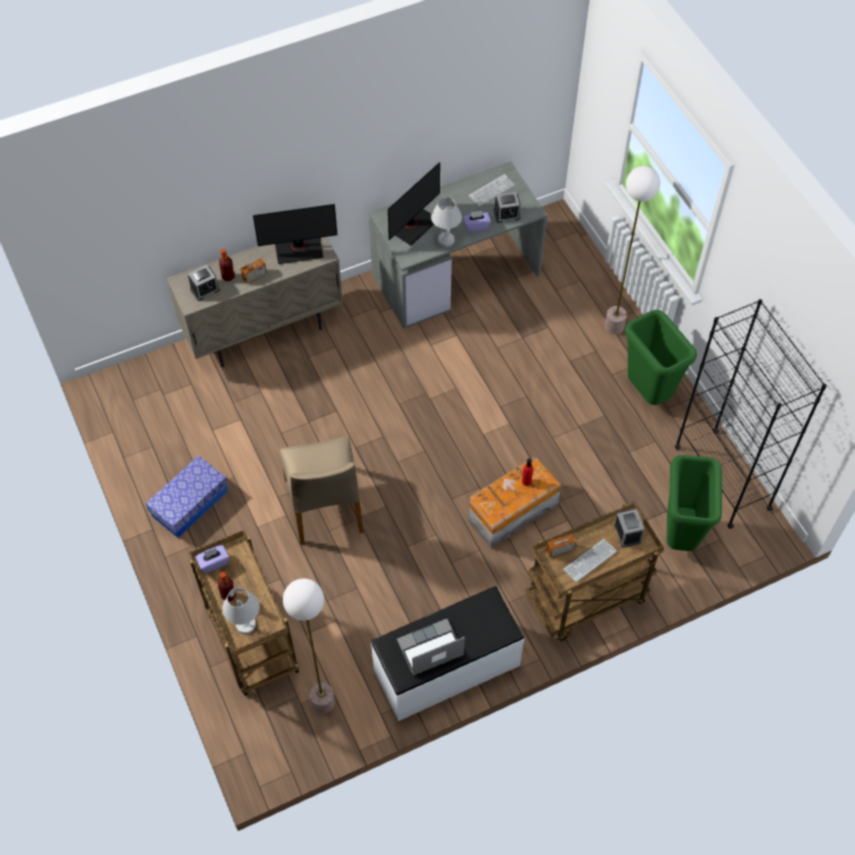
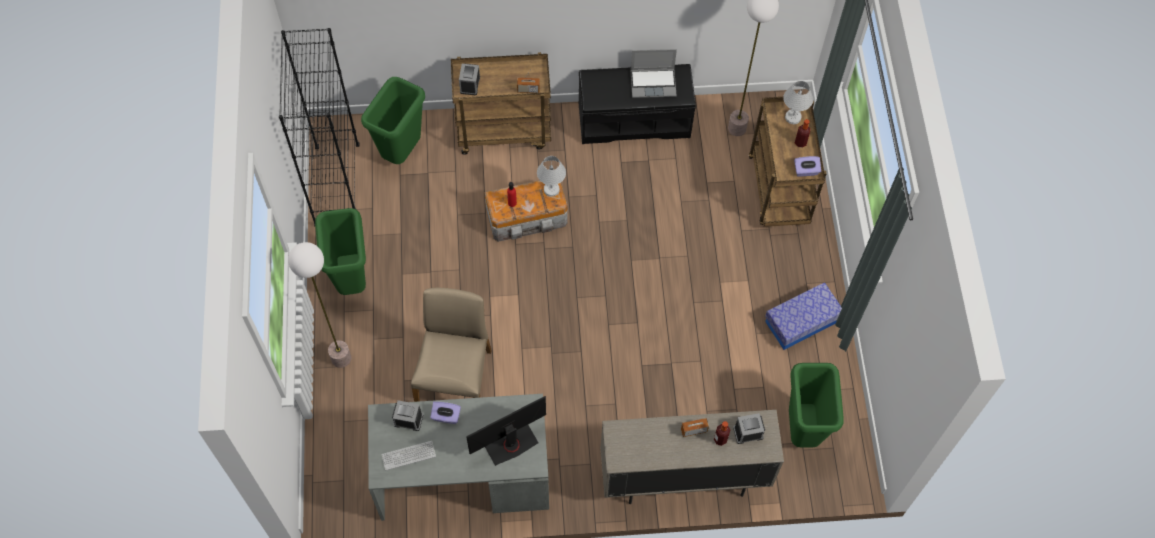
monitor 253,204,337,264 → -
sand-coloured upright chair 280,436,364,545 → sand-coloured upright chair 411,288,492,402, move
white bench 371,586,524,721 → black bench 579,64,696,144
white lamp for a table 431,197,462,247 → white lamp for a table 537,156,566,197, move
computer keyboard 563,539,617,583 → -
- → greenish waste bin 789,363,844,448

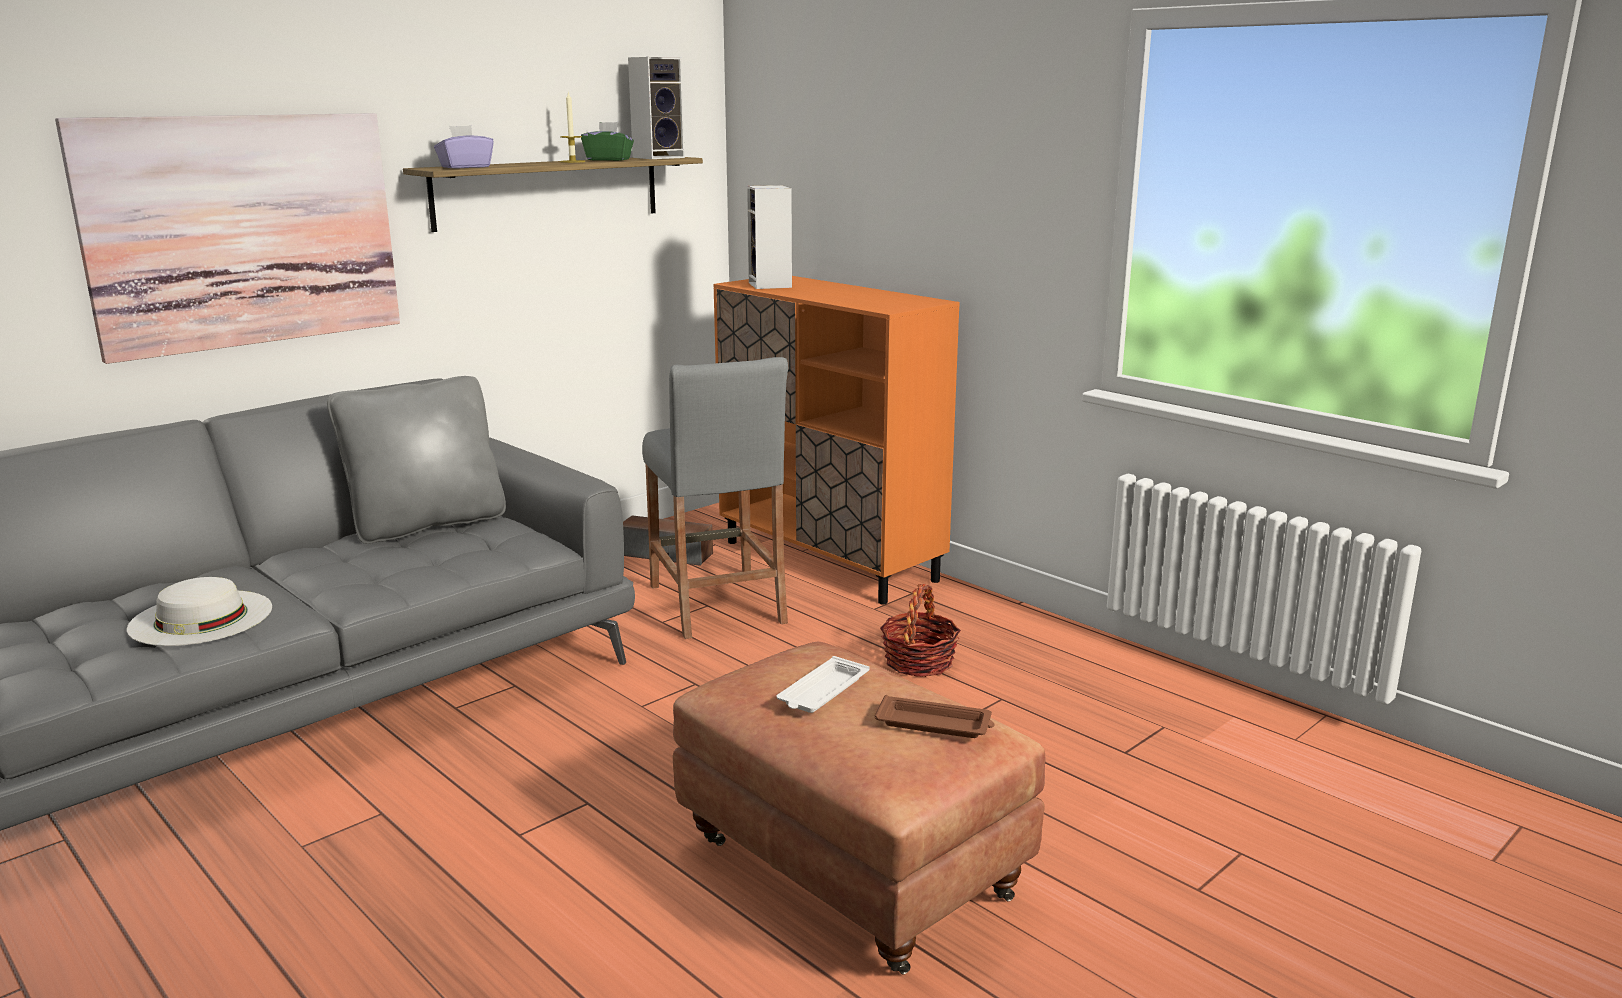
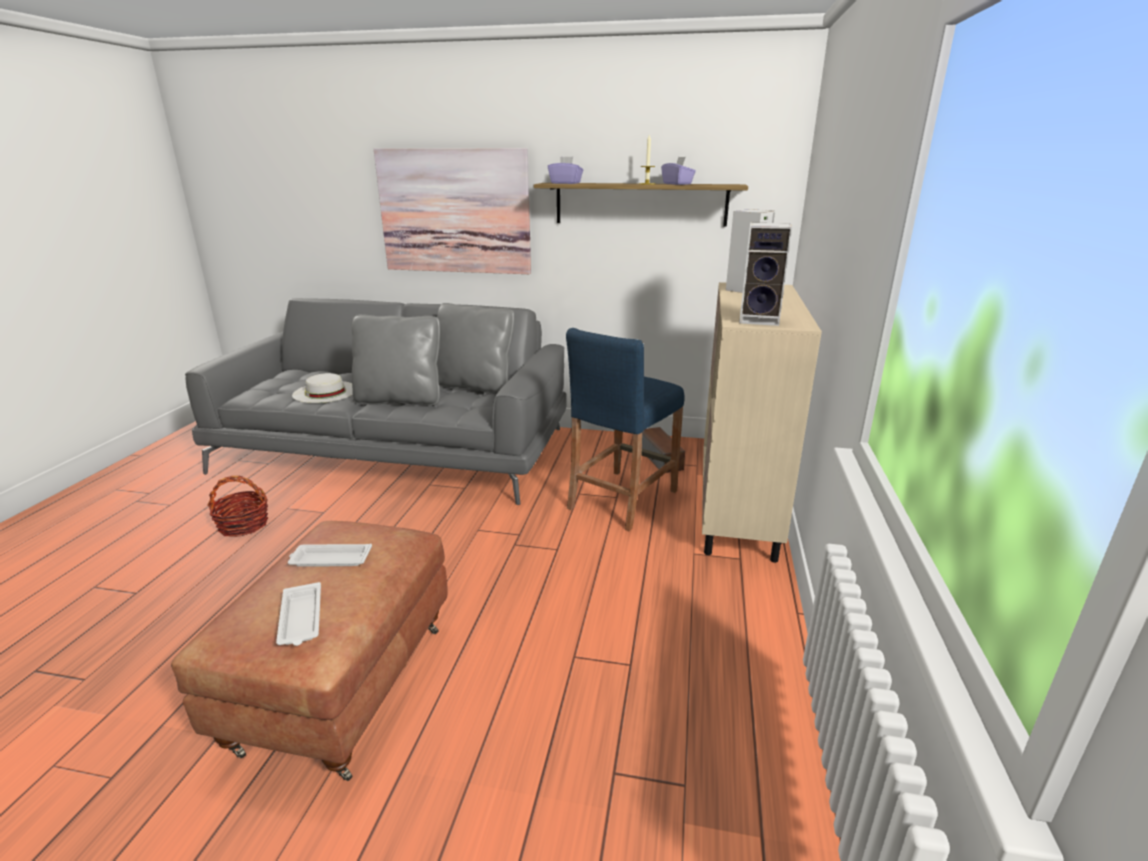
greenish tissue box 581,122,634,161 → purplish tissue box 661,157,696,185
loudspeaker 628,57,685,159 → loudspeaker 739,222,792,326, move
greyish stool seat 642,357,788,639 → blue-coloured stool seat 566,328,685,531
orange cabinet 713,276,960,605 → sand-coloured cabinet 702,282,822,563
brown tray 875,695,995,738 → white tray 276,582,321,646
household basket 880,584,961,677 → household basket 207,476,268,537, move
- → greyish throw pillow 352,314,440,406

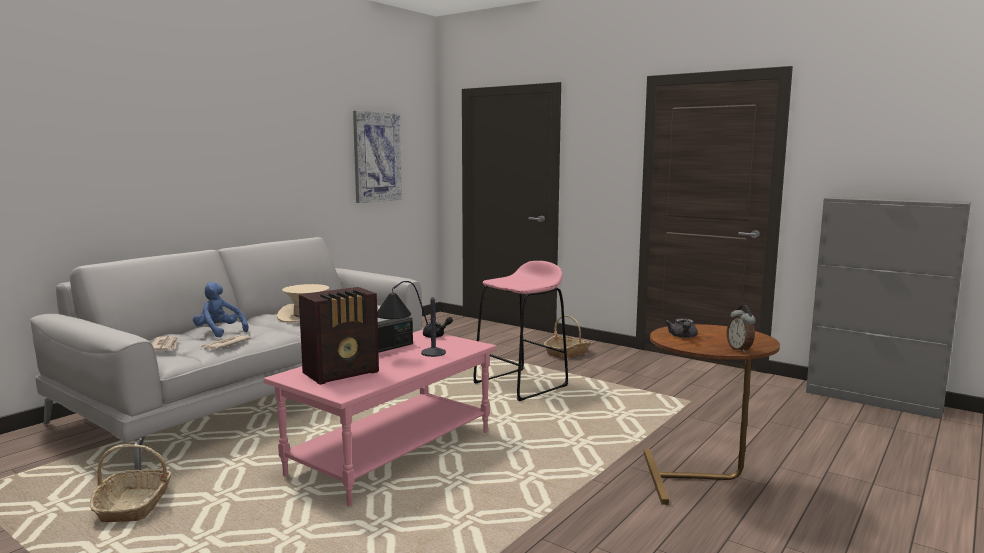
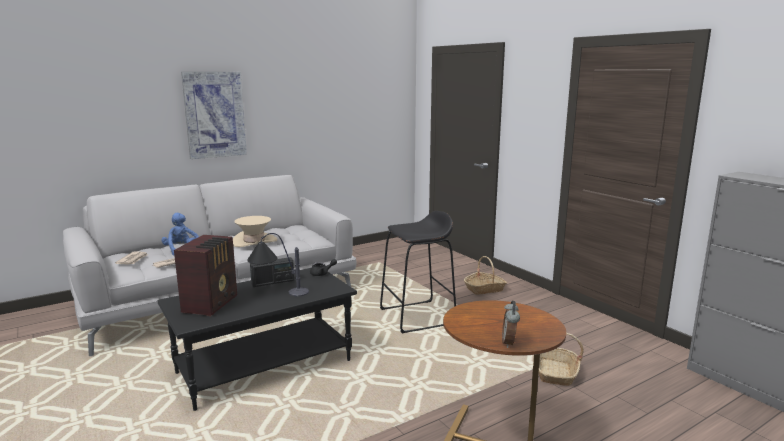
household basket 90,444,171,522 → household basket 539,333,584,386, move
pink-coloured lounge table 264,330,496,506 → black lounge table 157,268,357,411
radio 299,287,379,385 → radio 174,235,237,316, 60 degrees counterclockwise
wall art 353,111,402,203 → wall art 181,72,247,159, move
pink-coloured stool seat 473,261,568,401 → black stool seat 380,211,456,333
greyish tea pot 665,318,698,338 → -

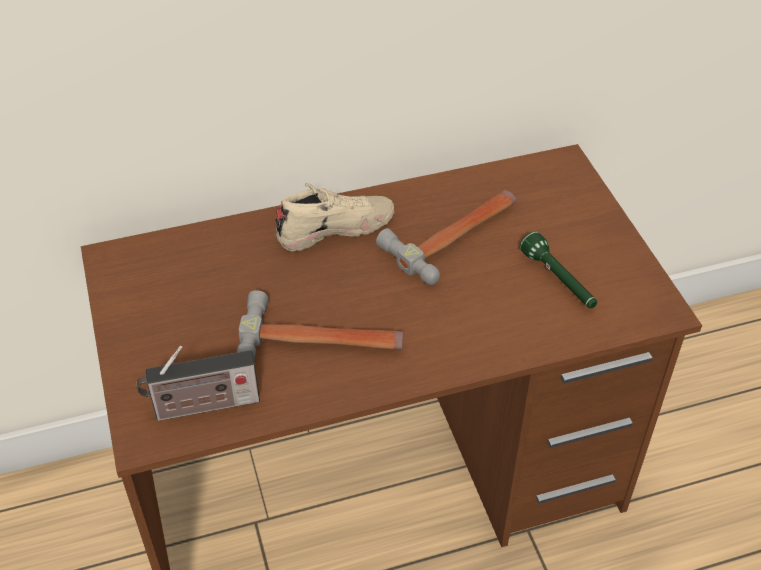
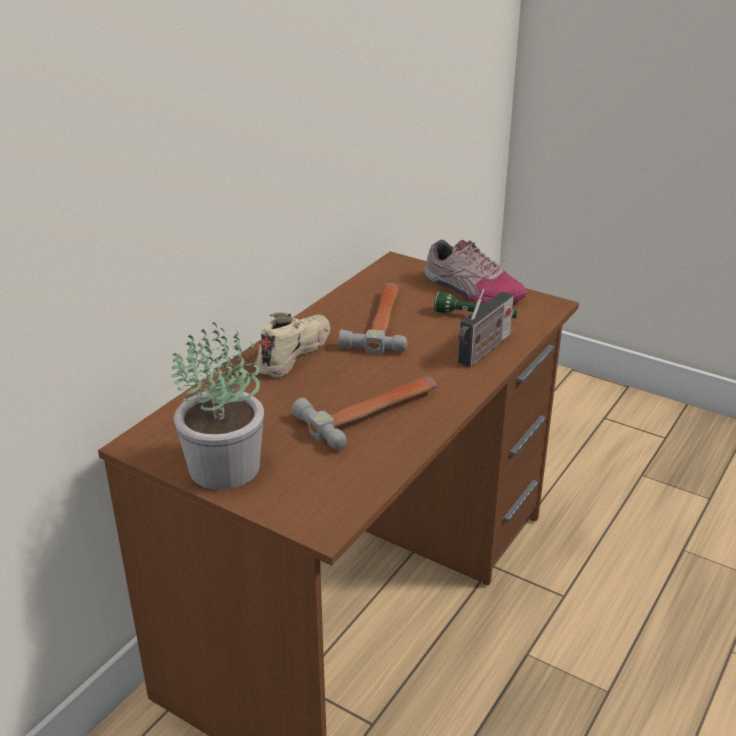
radio 136,346,260,421 → radio 458,289,514,367, move
- → potted plant 170,322,264,490
- → shoe 424,240,527,304

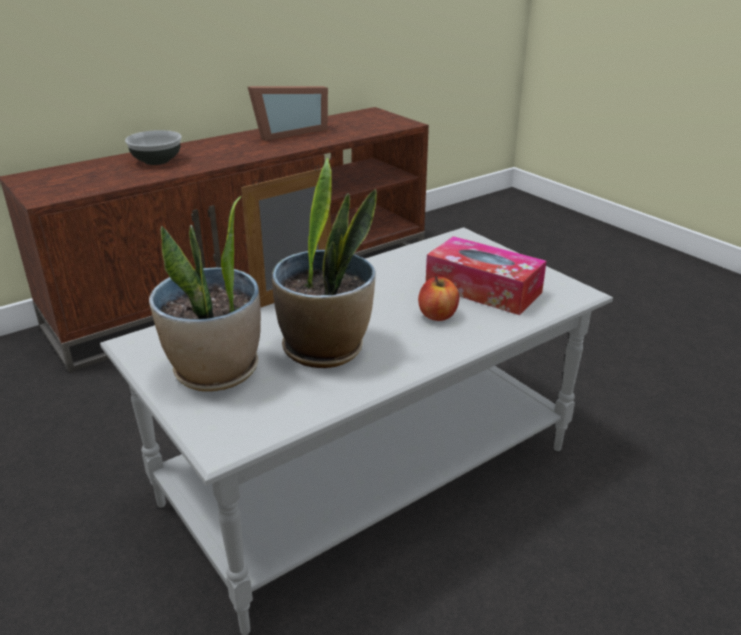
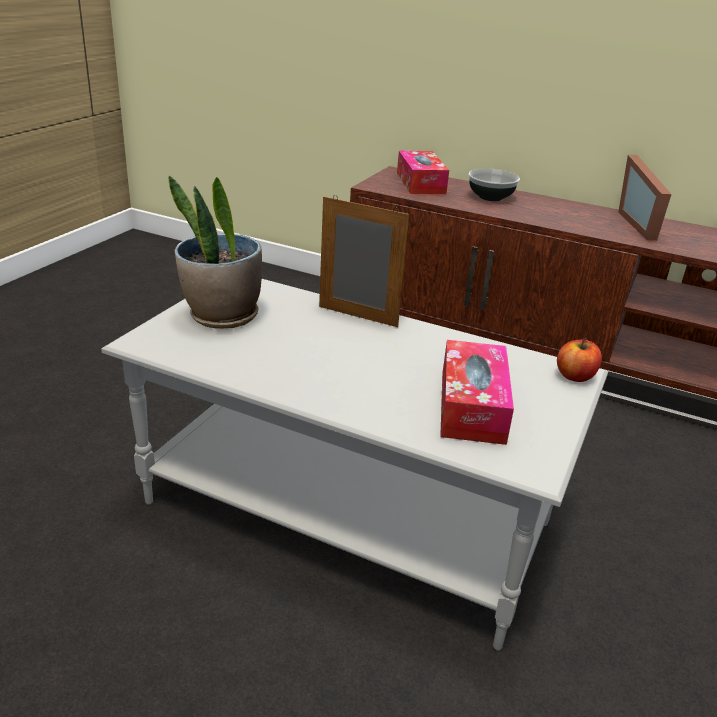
photo frame 247,86,328,141 → photo frame 618,154,672,241, 60 degrees clockwise
potted plant 272,158,377,368 → -
apple 418,276,459,321 → apple 557,338,602,382, move
- → tissue box 397,151,449,194

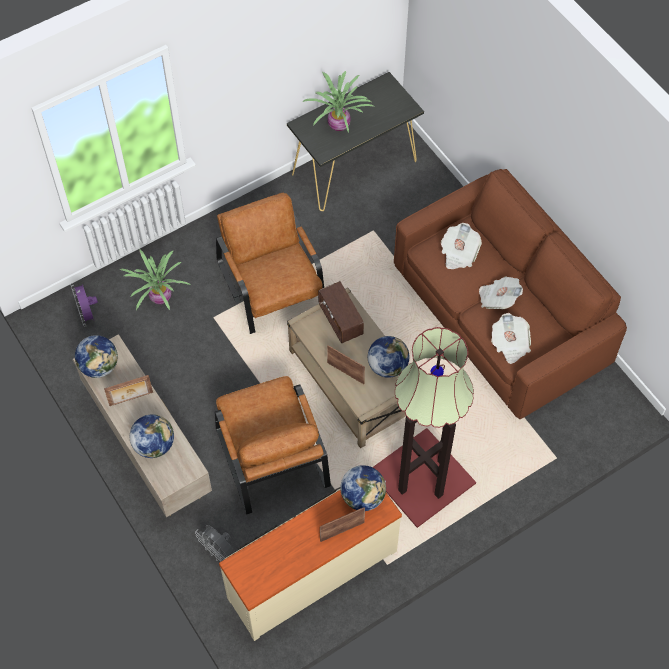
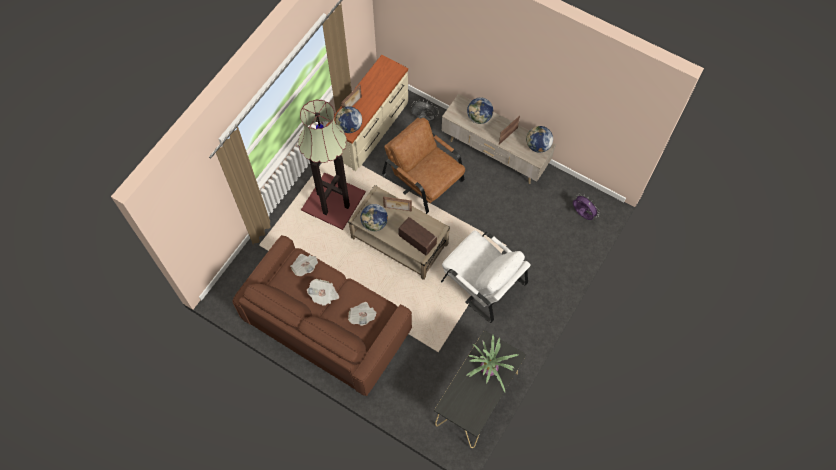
potted plant 119,249,191,310 → -
brown armchair 216,193,324,334 → white armchair 441,230,531,323

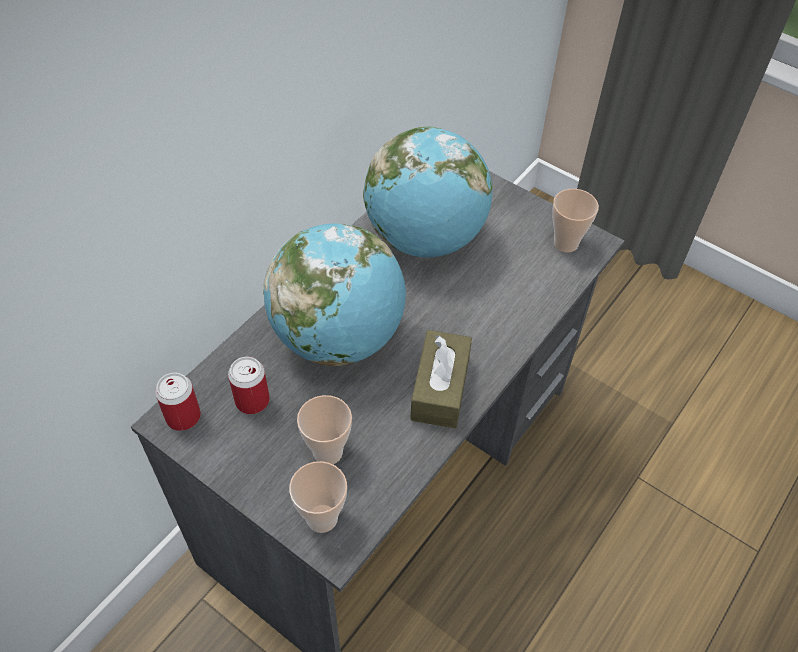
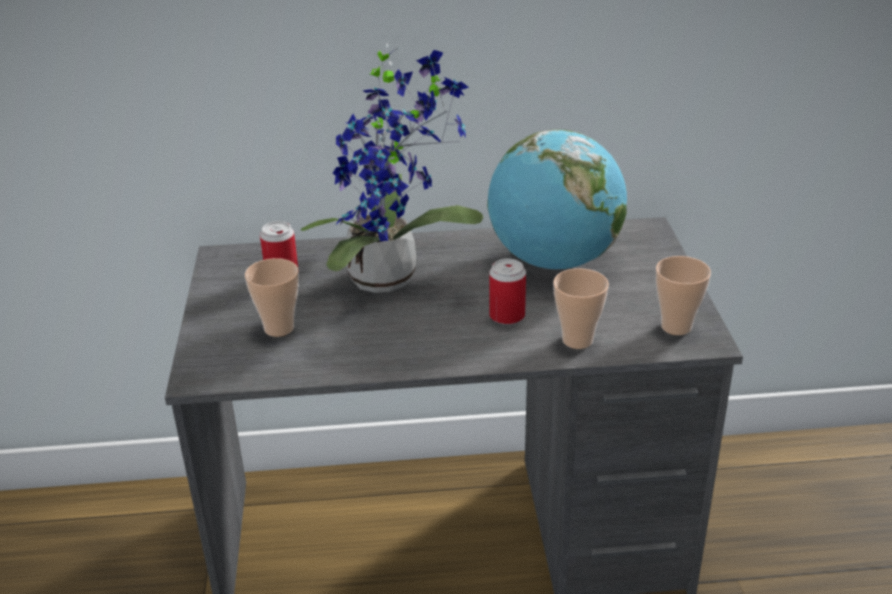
sealed can 155,373,201,431 → sealed can 489,259,526,325, move
globe 263,223,406,366 → potted plant 301,43,483,293
cup 289,461,347,533 → cup 553,268,609,349, move
brown tissue box 410,330,472,429 → -

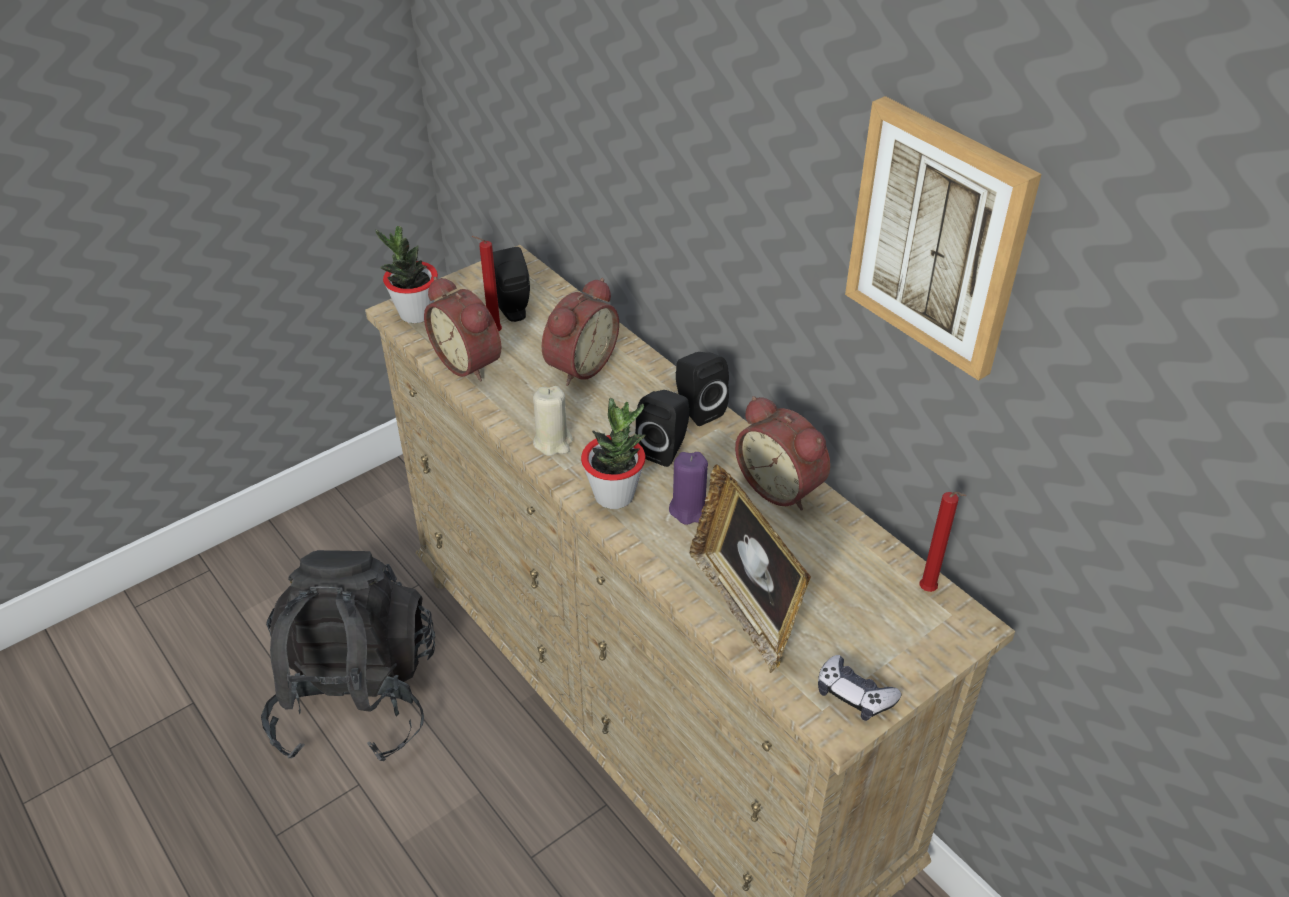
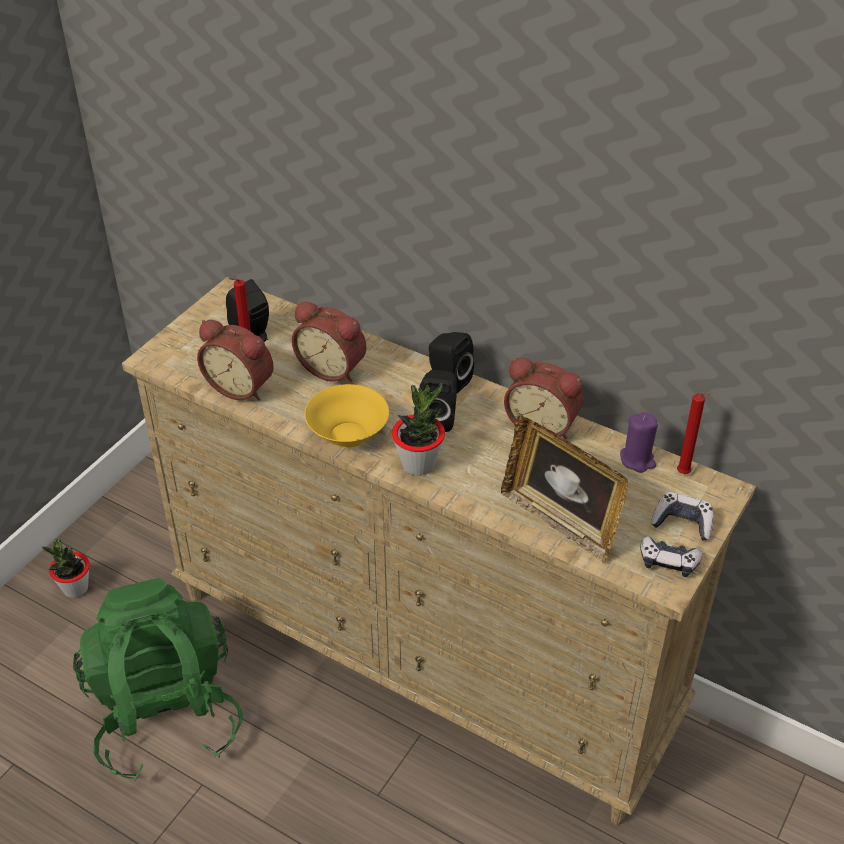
black knapsack 261,550,435,761 → greenish knapsack 73,578,243,781
potted plant 375,226,438,324 → potted plant 42,539,90,598, move
sand-coloured wax light 533,386,573,456 → yellowish serving bowl 304,384,389,448
table clock 542,278,619,386 → table clock 292,302,366,382, 105 degrees clockwise
purplish wax light 669,452,708,525 → purplish wax light 620,412,658,473, move
wall art 845,96,1041,381 → -
- → game controller 651,492,714,541

